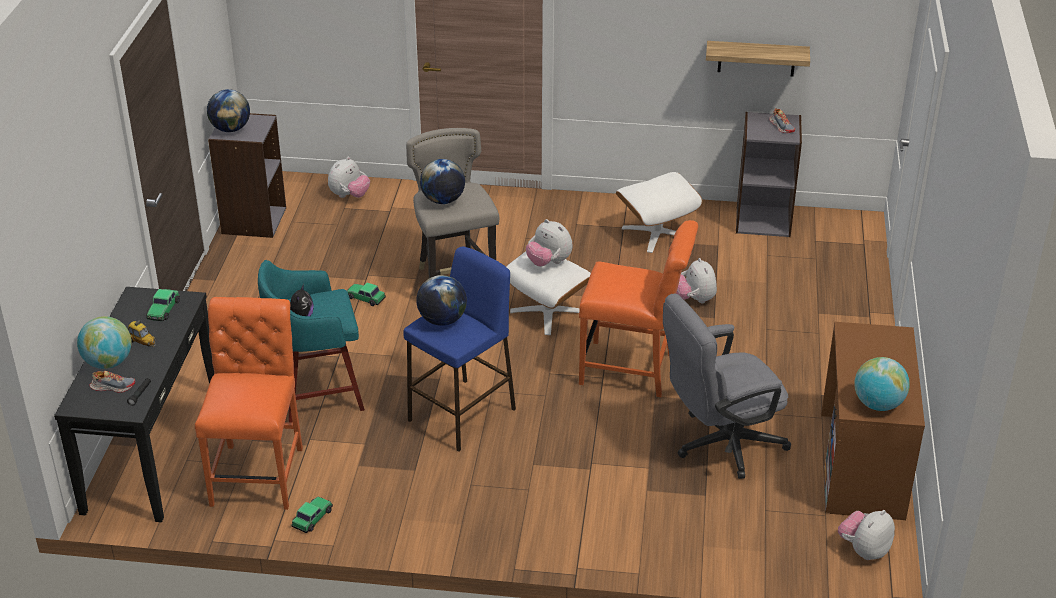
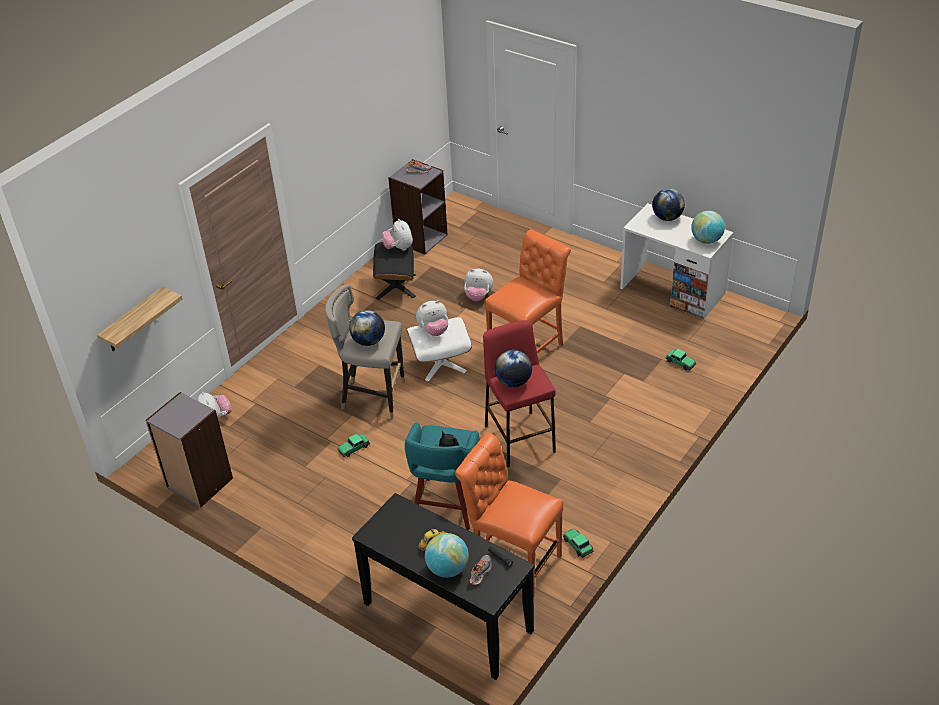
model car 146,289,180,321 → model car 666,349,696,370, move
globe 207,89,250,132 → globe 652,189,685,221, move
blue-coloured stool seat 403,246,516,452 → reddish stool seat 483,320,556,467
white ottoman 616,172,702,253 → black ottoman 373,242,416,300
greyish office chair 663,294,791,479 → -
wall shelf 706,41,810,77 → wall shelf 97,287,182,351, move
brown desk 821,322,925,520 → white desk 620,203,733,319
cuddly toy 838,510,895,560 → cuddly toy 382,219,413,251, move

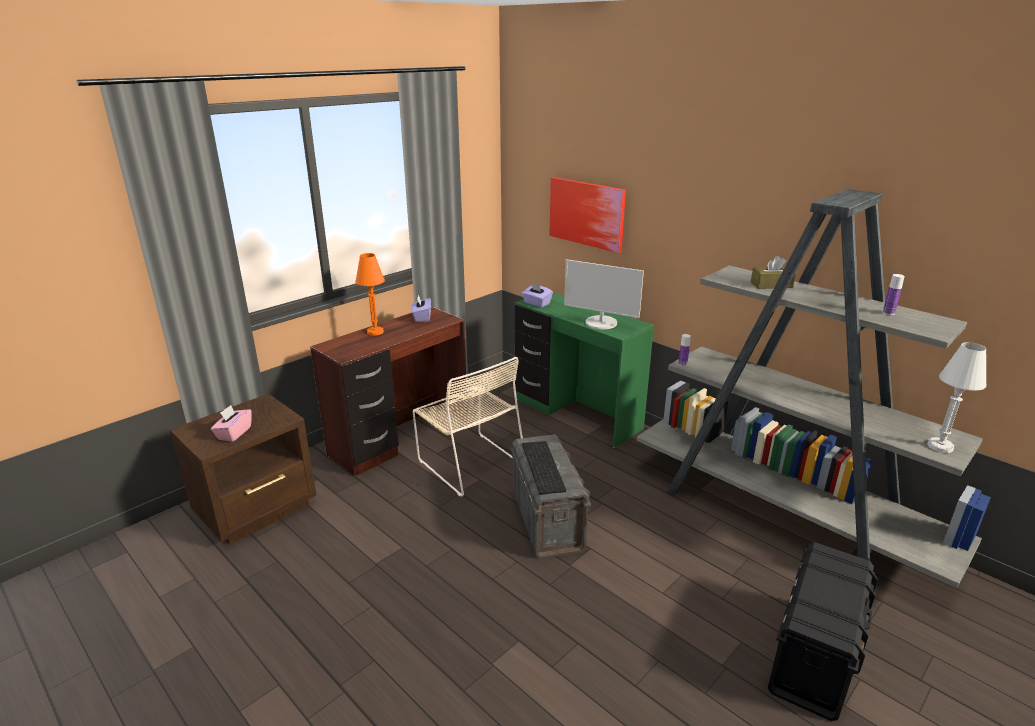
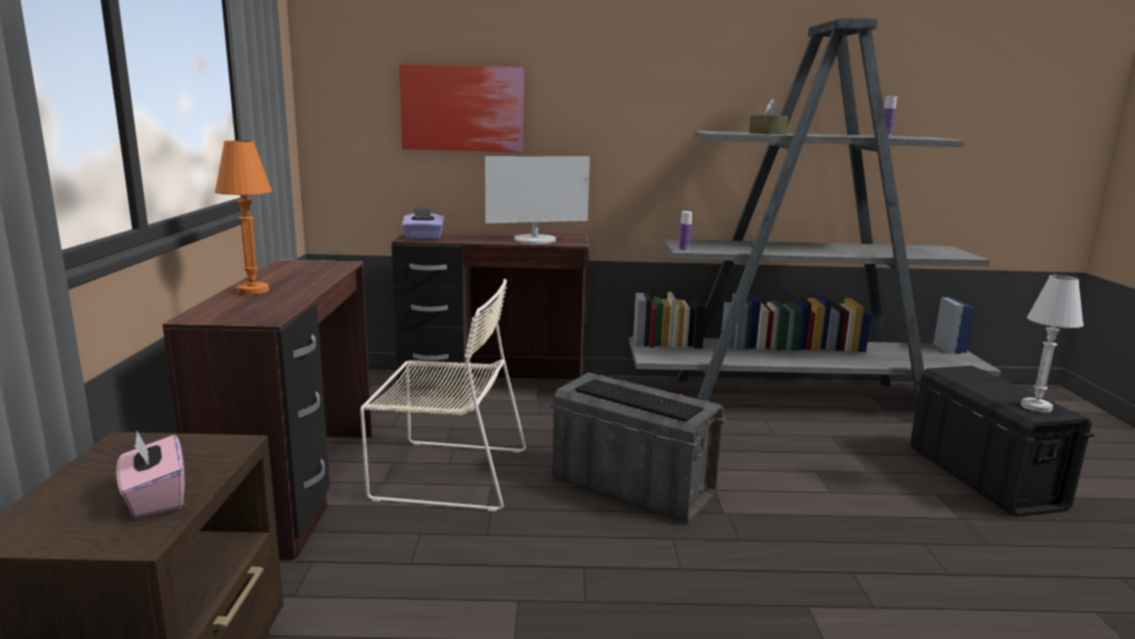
purplish tissue box 411,295,431,322 → -
greenish desk 515,292,654,448 → brown desk 392,231,589,398
white lamp for a table 927,342,987,453 → white lamp for a table 1021,275,1084,413, move

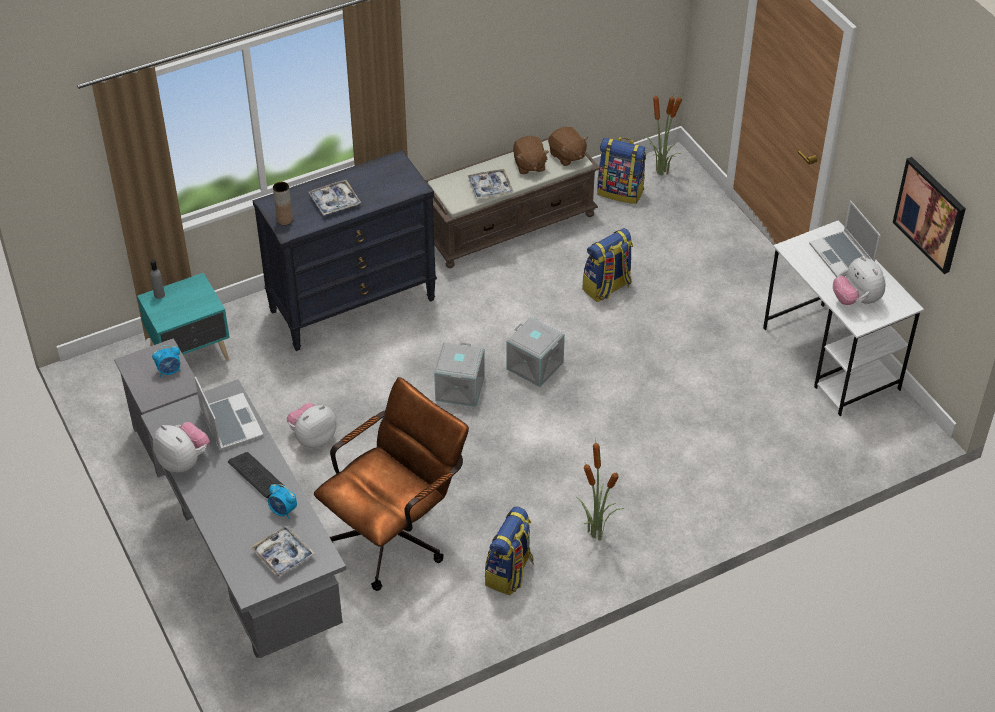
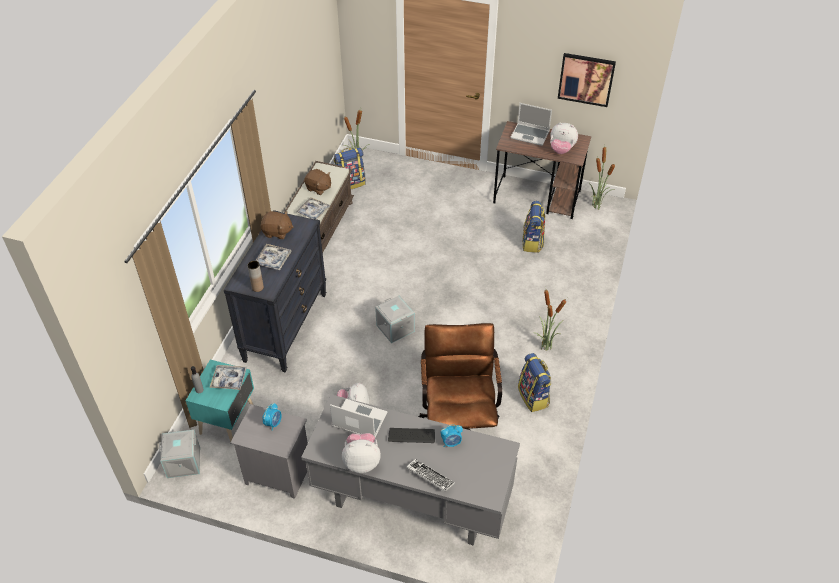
tray 250,526,315,578 → tray 209,365,247,390, move
greyish storage container 506,317,565,387 → greyish storage container 158,429,200,478, move
brown cuddly toy 548,127,588,166 → brown cuddly toy 261,211,293,239, move
knapsack 583,228,633,302 → knapsack 522,201,545,253, move
white desk 763,221,924,416 → brown desk 493,121,591,219
- → computer keyboard 406,459,455,492
- → potted plant 589,147,615,210

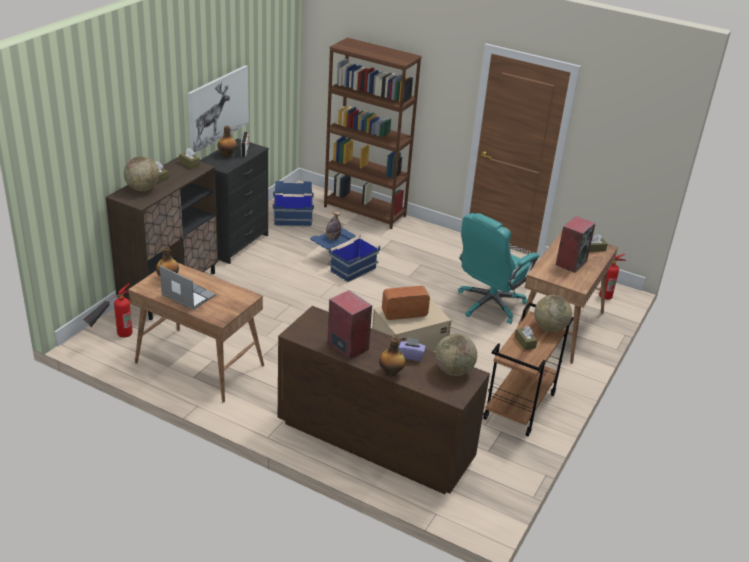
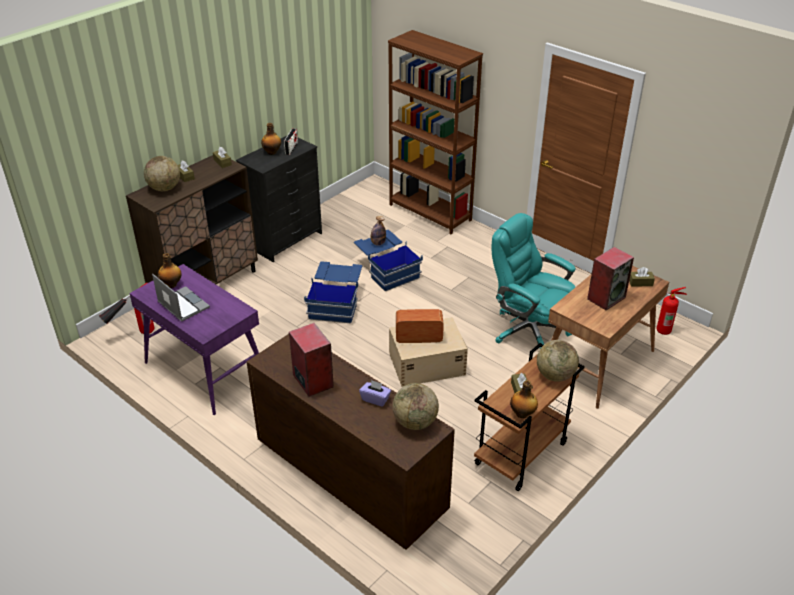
brown desk 128,263,264,403 → purplish desk 129,264,259,415
wall art 188,65,249,153 → -
blue-coloured storage container 273,181,314,227 → blue-coloured storage container 304,261,362,323, move
drink bottle 379,337,406,377 → drink bottle 510,380,538,418, move
turquoise office chair 458,213,539,324 → turquoise office chair 492,213,576,349, 75 degrees clockwise

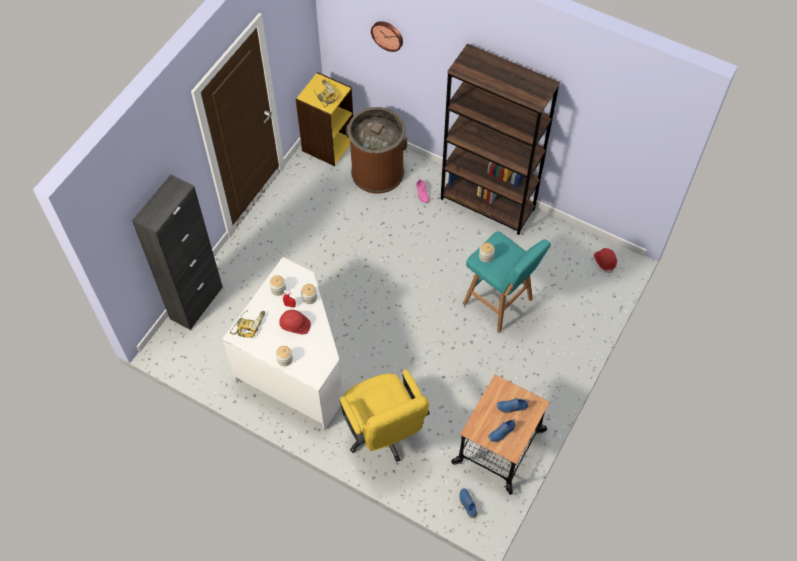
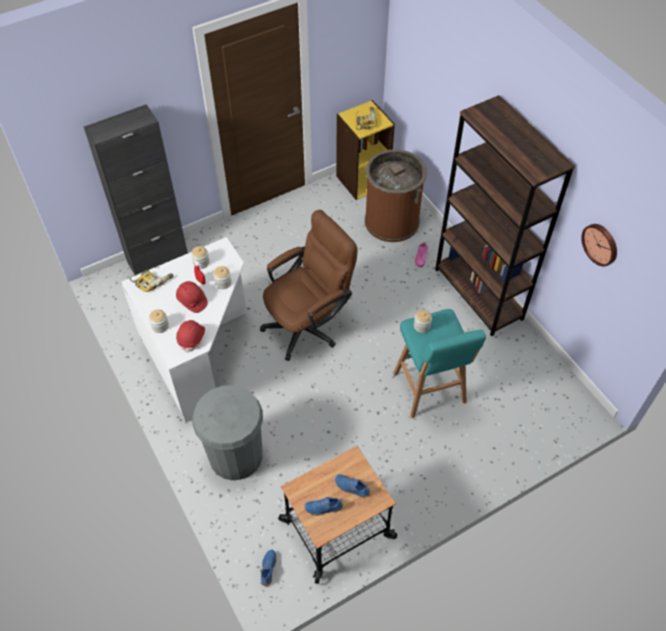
yellowish office chair 340,370,430,462 → greyish waste bin 192,385,263,480
clock on the wall 371,21,403,52 → clock on the wall 581,224,617,266, move
reddish work helmet 594,248,617,273 → reddish work helmet 176,320,205,353, move
- → brown office chair 260,210,358,361

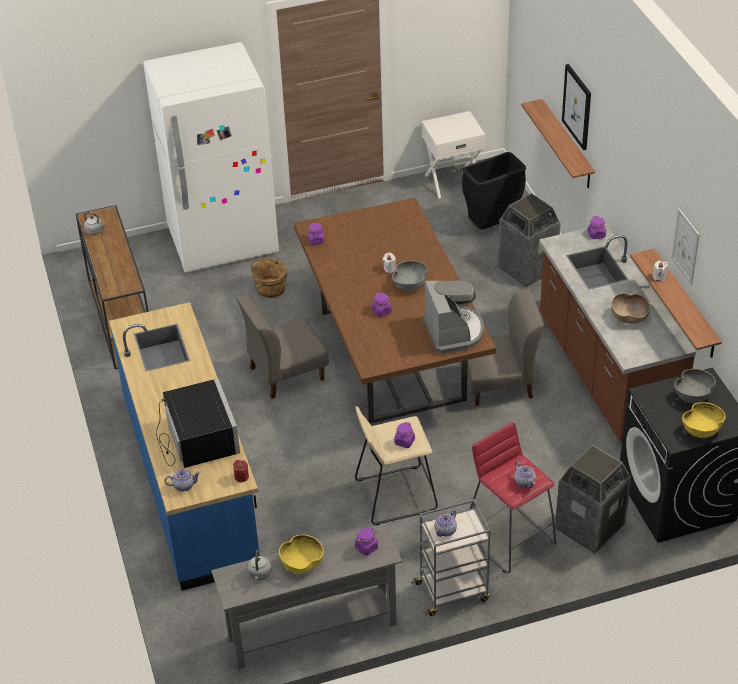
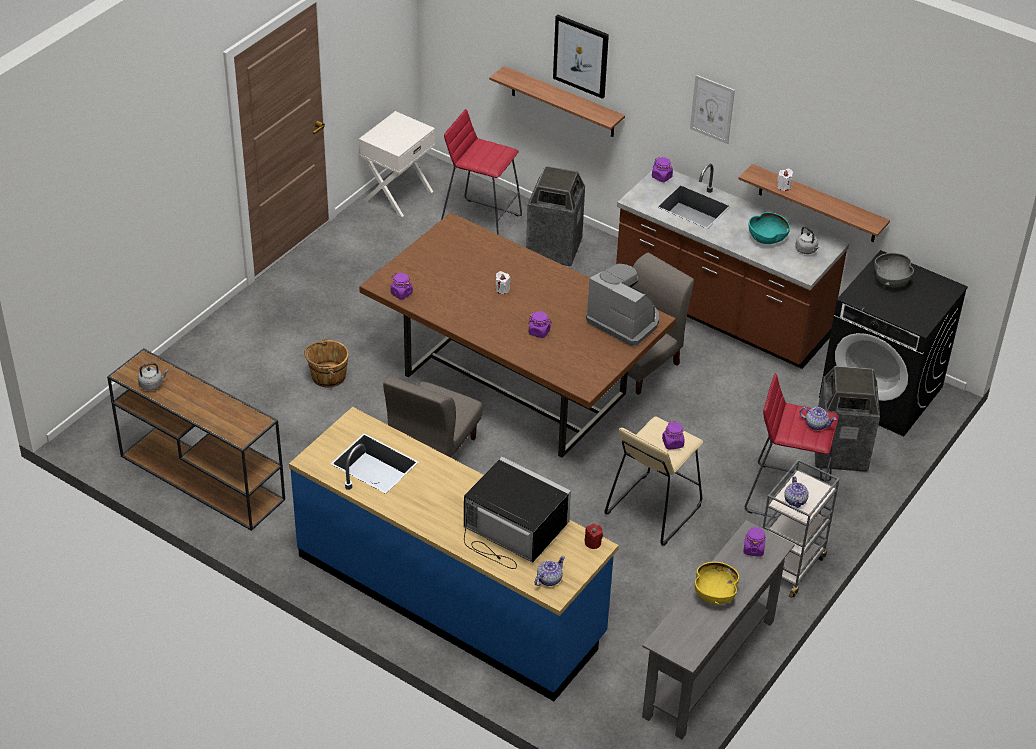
white refrigerator 143,42,279,272 → -
greyish kettle 247,550,272,580 → greyish kettle 795,226,819,254, move
greyish serving bowl 392,261,427,291 → -
black waste bin 462,152,526,230 → reddish stool seat 441,109,522,235
brown serving bowl 611,293,650,324 → turquoise serving bowl 749,212,790,244
wall art 672,208,700,285 → wall art 690,75,735,144, move
yellowish serving bowl 682,402,725,438 → -

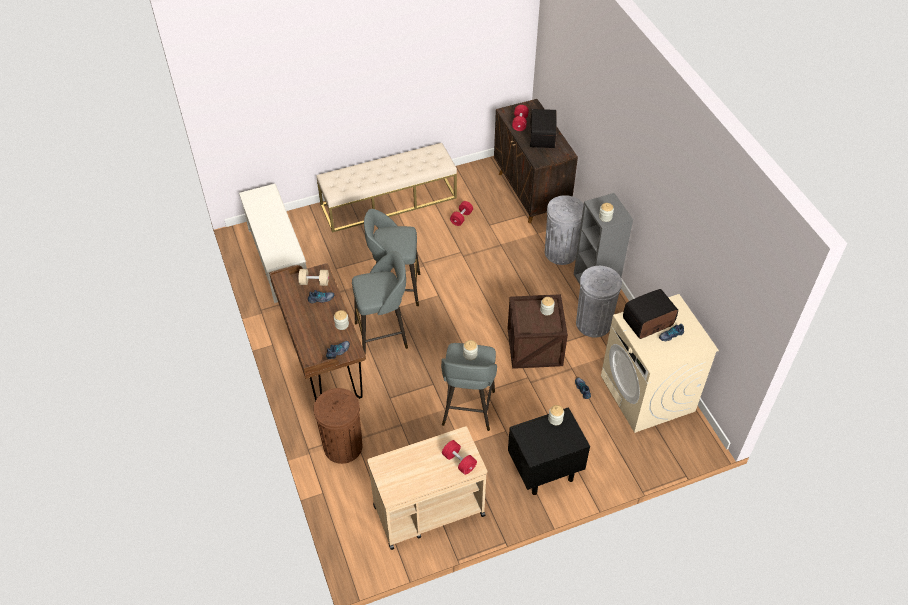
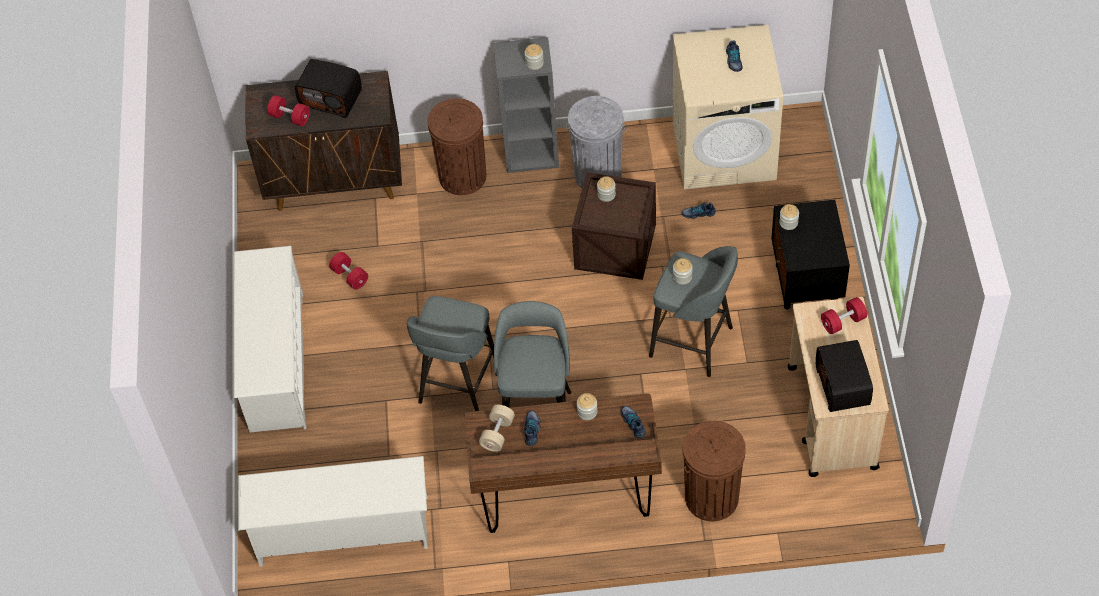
sand-coloured bench 316,143,457,233 → white shoe stand 234,246,306,432
greyish waste bin 545,195,584,265 → brown waste bin 427,98,486,195
radio 623,289,678,339 → radio 816,340,873,412, move

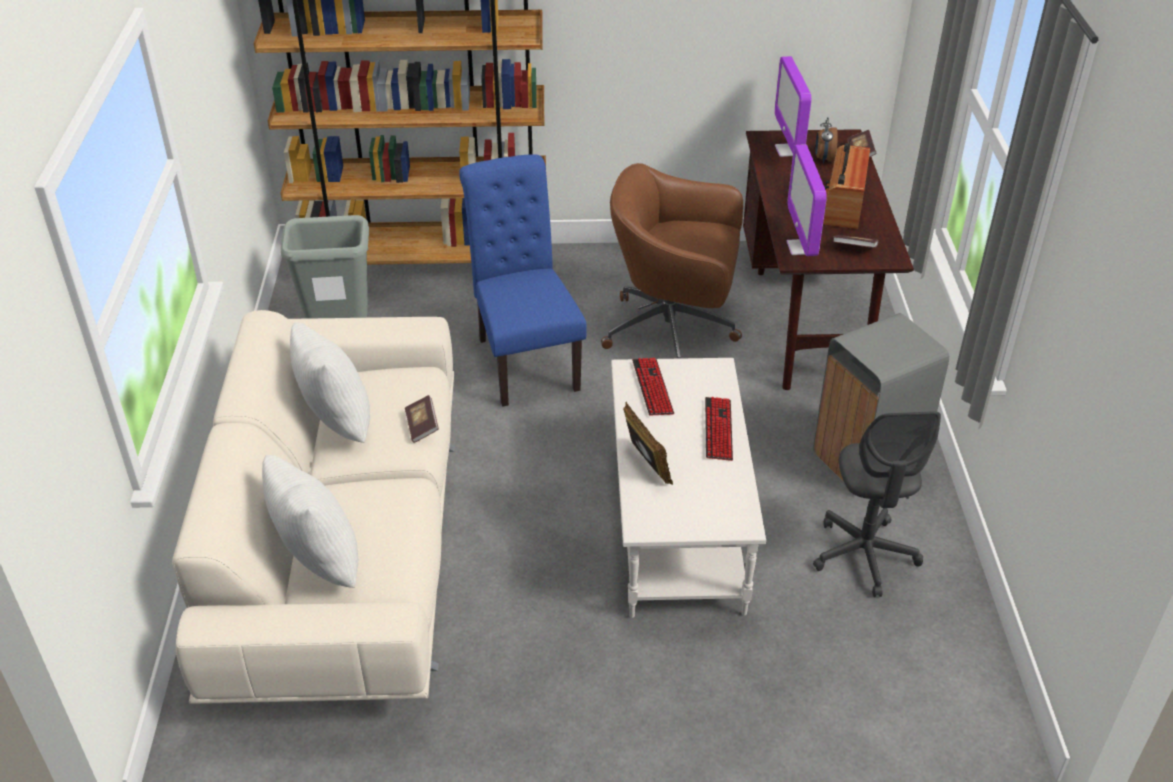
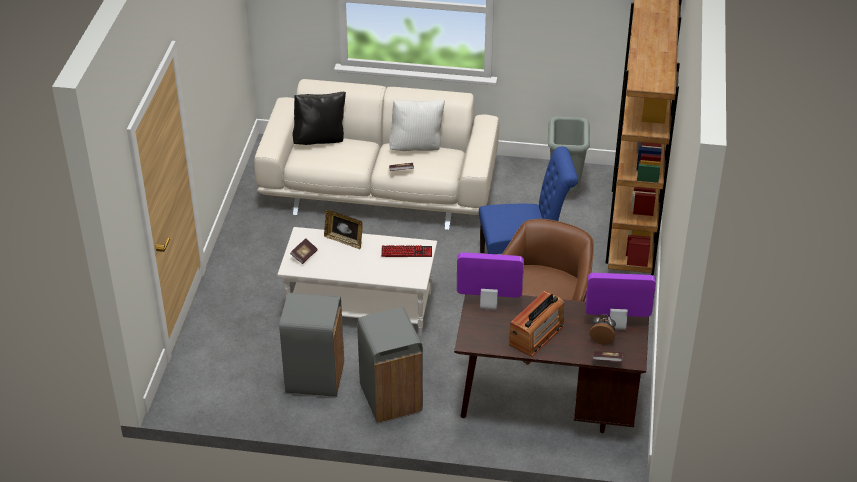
white throw pillow 262,455,358,588 → black throw pillow 292,92,346,145
photo frame 623,401,673,485 → photo frame 324,210,363,250, 45 degrees clockwise
computer keyboard 705,397,733,461 → -
greyish office chair 813,411,941,597 → greyish waste bin 279,293,344,397
radio 823,139,870,229 → radio 509,290,564,357, 105 degrees clockwise
book 833,235,879,248 → book 290,238,318,264, move

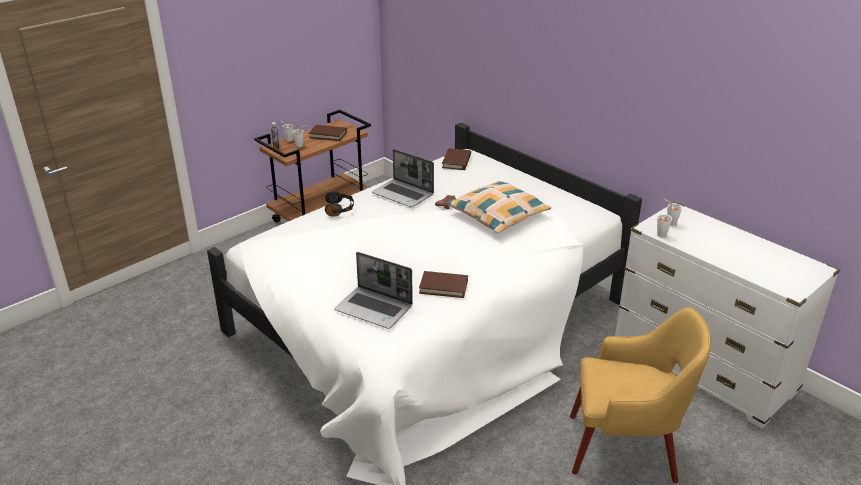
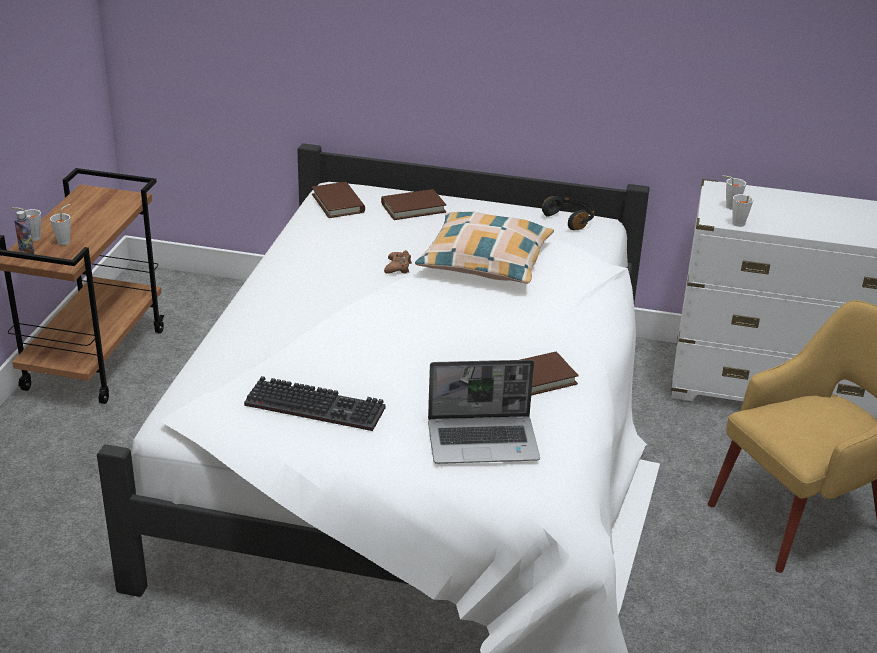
brown book 309,125,347,141 → brown book 381,189,446,220, move
black headphones 325,191,354,217 → black headphones 542,196,595,230, move
notebook computer 372,149,434,208 → -
- → computer keyboard 244,376,386,431

